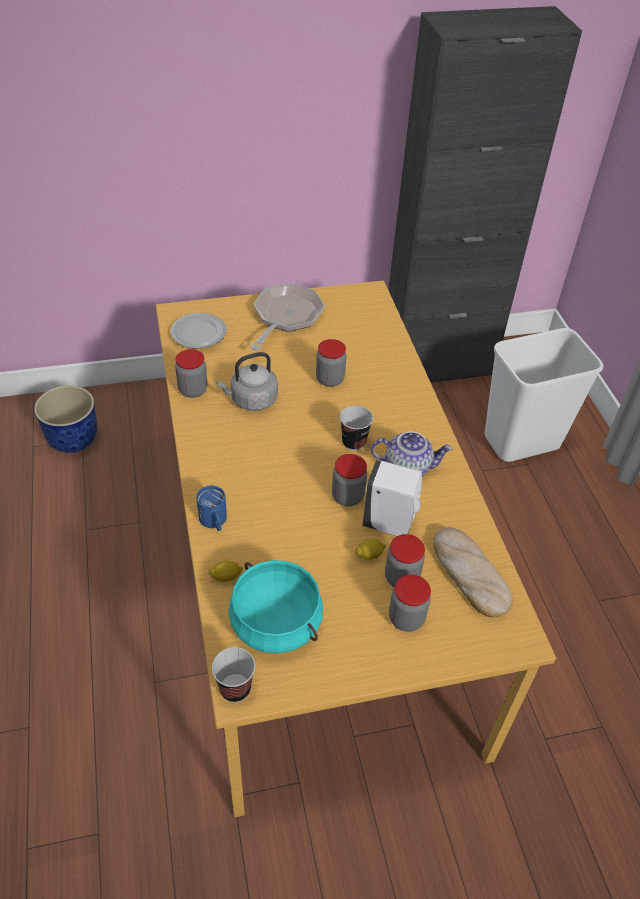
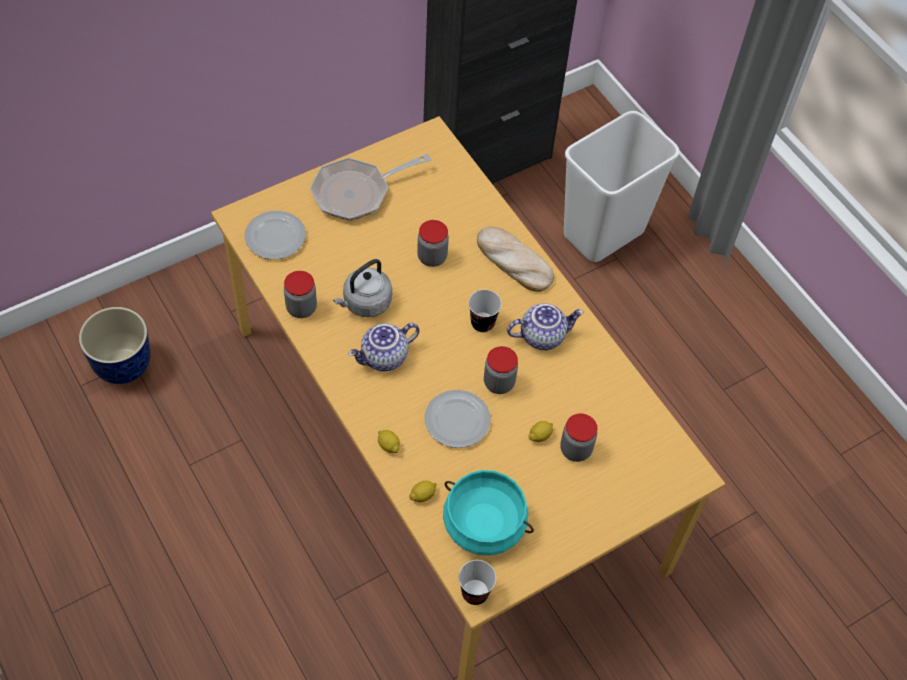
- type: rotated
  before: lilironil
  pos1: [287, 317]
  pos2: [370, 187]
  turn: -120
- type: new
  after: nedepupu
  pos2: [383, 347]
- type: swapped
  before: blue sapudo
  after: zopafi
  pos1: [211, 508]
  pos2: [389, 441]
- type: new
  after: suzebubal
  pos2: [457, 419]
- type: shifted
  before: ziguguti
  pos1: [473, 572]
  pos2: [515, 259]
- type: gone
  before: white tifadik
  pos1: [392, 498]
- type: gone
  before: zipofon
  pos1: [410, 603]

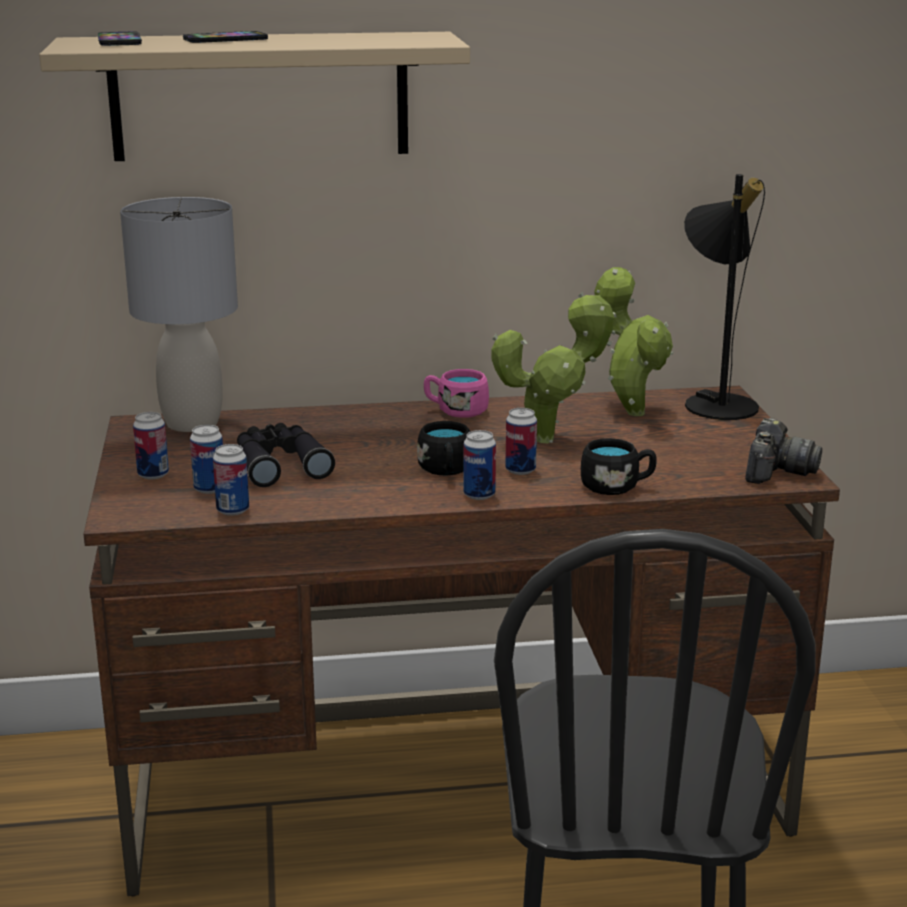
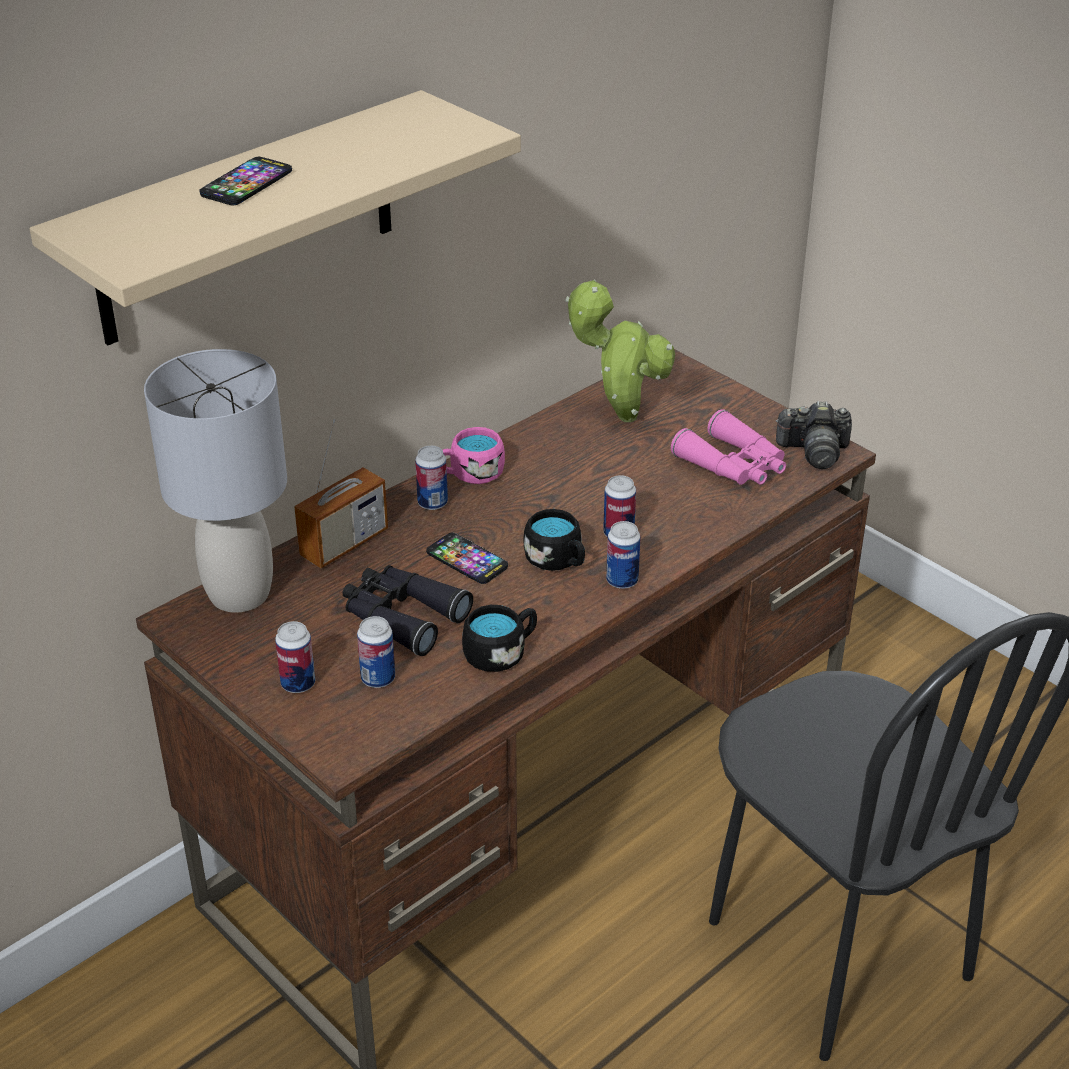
- type: new
  after: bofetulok
  pos2: [341, 493]
- type: shifted
  before: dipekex
  pos1: [231, 480]
  pos2: [431, 478]
- type: shifted
  before: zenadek
  pos1: [120, 39]
  pos2: [467, 558]
- type: shifted
  before: black sapudo
  pos1: [619, 466]
  pos2: [499, 638]
- type: new
  after: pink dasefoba
  pos2: [728, 447]
- type: rotated
  before: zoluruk
  pos1: [783, 451]
  pos2: [814, 435]
  turn: 105
- type: gone
  before: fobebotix
  pos1: [554, 367]
- type: gone
  before: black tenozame
  pos1: [724, 297]

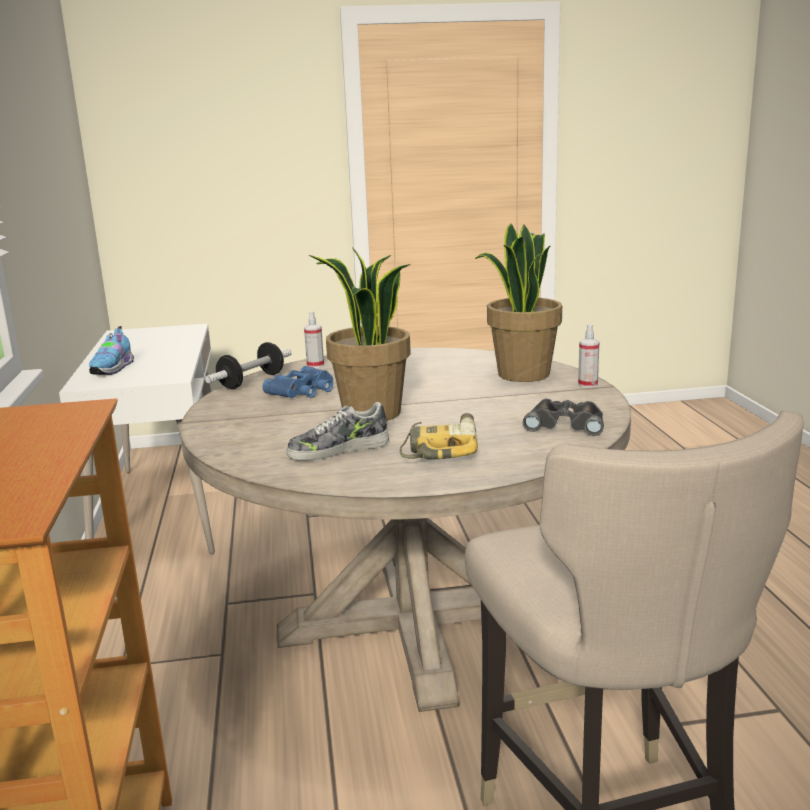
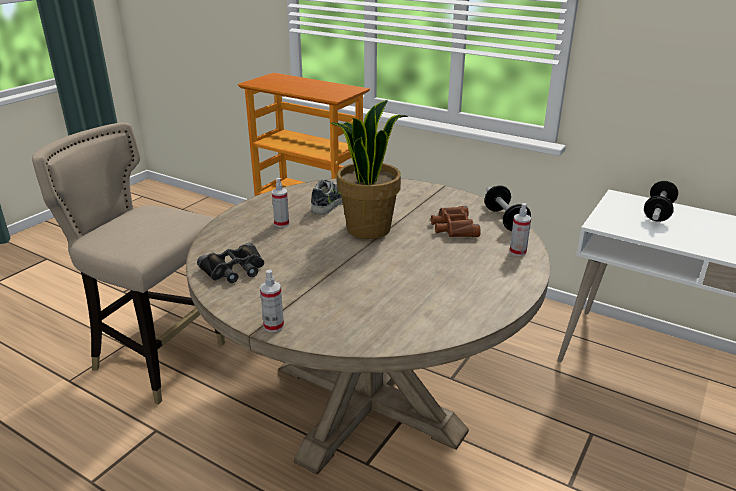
- type: swapped
  before: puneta
  after: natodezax
  pos1: [439, 436]
  pos2: [280, 202]
- type: repainted
  before: blue dasefoba
  after: brown dasefoba
  pos1: [297, 382]
  pos2: [456, 221]
- type: swapped
  before: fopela
  after: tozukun
  pos1: [111, 350]
  pos2: [661, 201]
- type: gone
  before: fobebotix
  pos1: [518, 302]

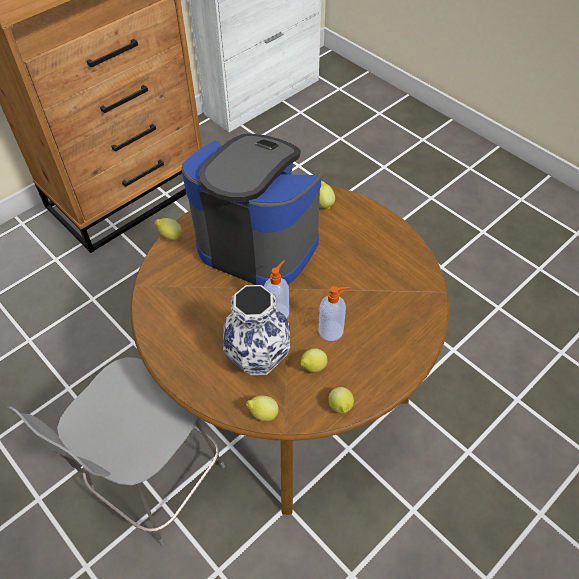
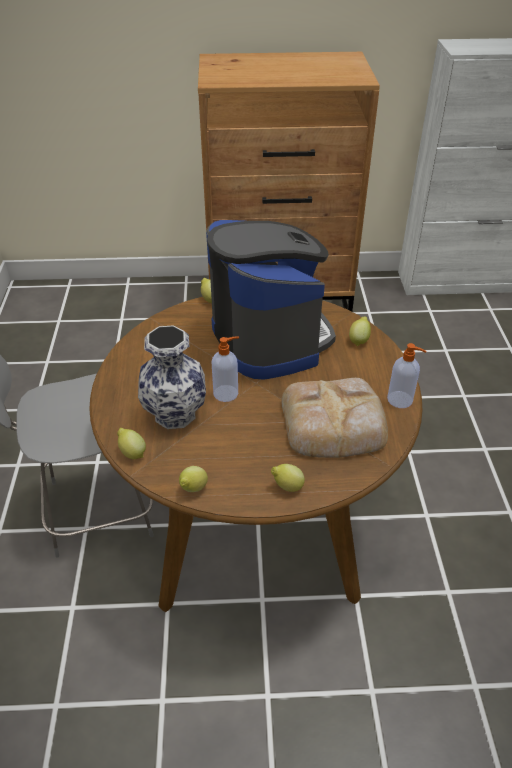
- type: shifted
  before: zopafi
  pos1: [314, 360]
  pos2: [288, 478]
- type: new
  after: ziguguti
  pos2: [334, 418]
- type: shifted
  before: tifadik
  pos1: [334, 313]
  pos2: [406, 375]

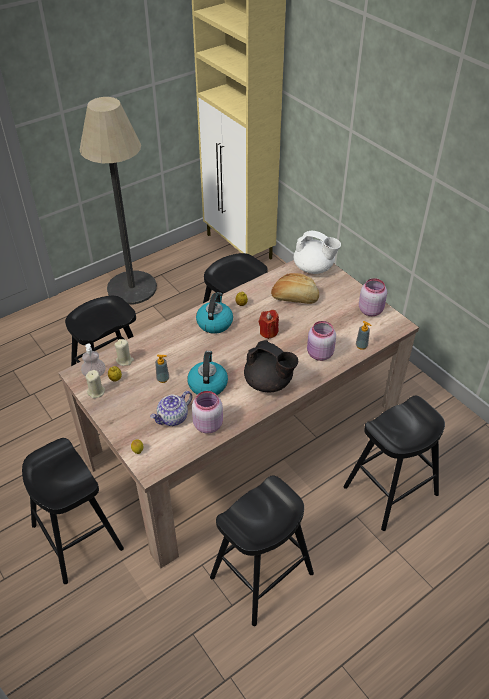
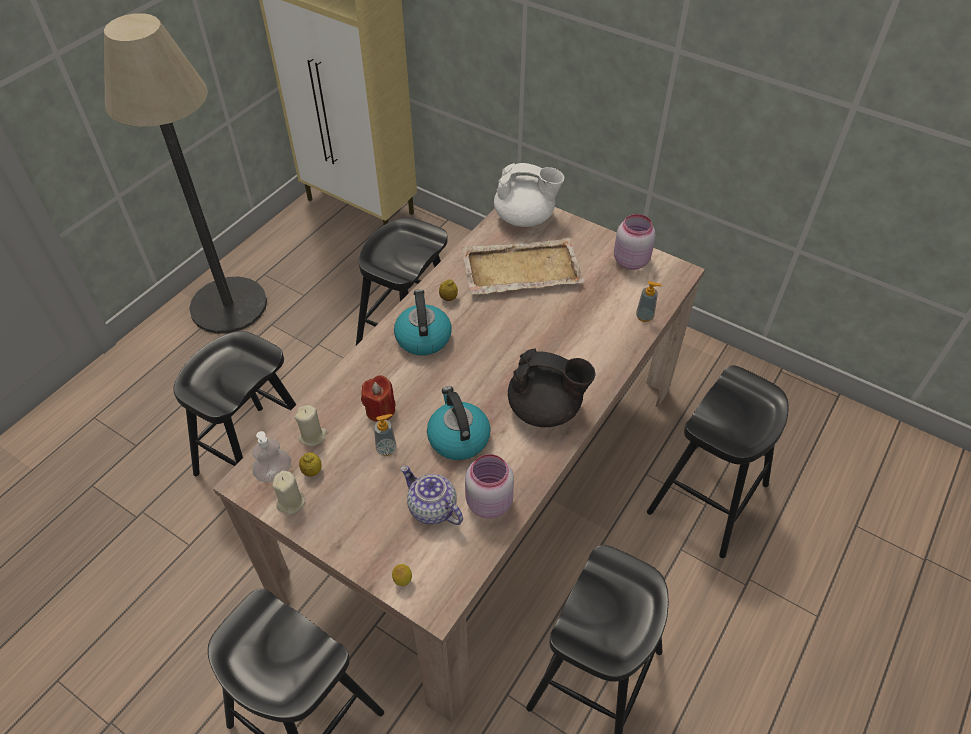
- type: shifted
  before: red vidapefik
  pos1: [269, 324]
  pos2: [378, 398]
- type: rotated
  before: nedepupu
  pos1: [171, 408]
  pos2: [432, 495]
  turn: 105
- type: swapped
  before: ziguguti
  after: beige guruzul
  pos1: [295, 288]
  pos2: [522, 266]
- type: gone
  before: pink zipofon
  pos1: [321, 341]

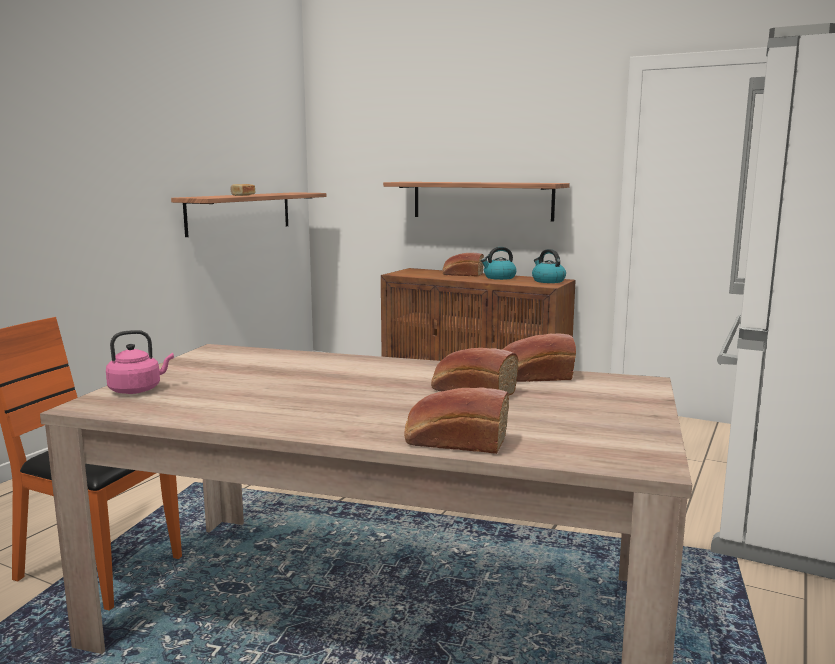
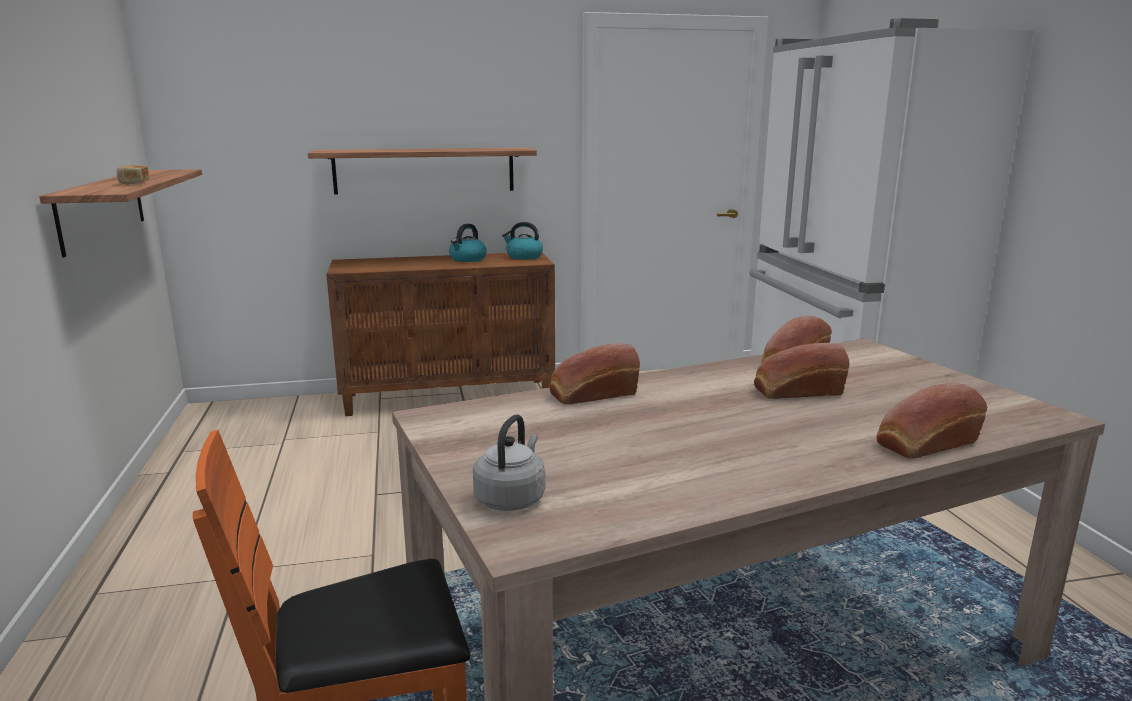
- type: repainted
  before: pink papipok
  after: grey papipok
  pos1: [140, 362]
  pos2: [509, 462]
- type: shifted
  before: ziguguti
  pos1: [463, 265]
  pos2: [594, 374]

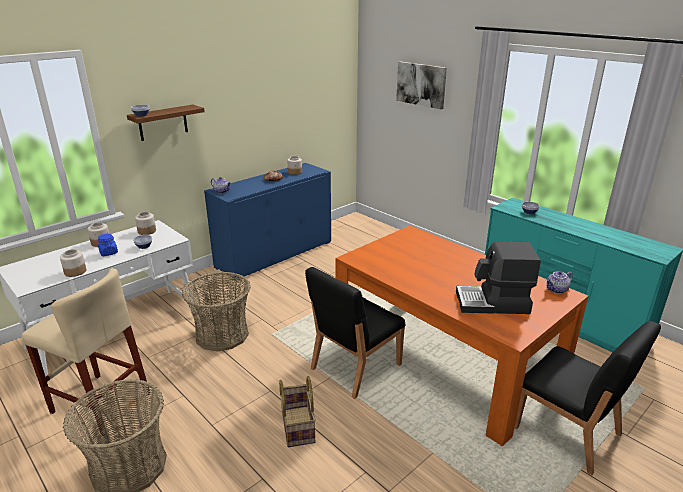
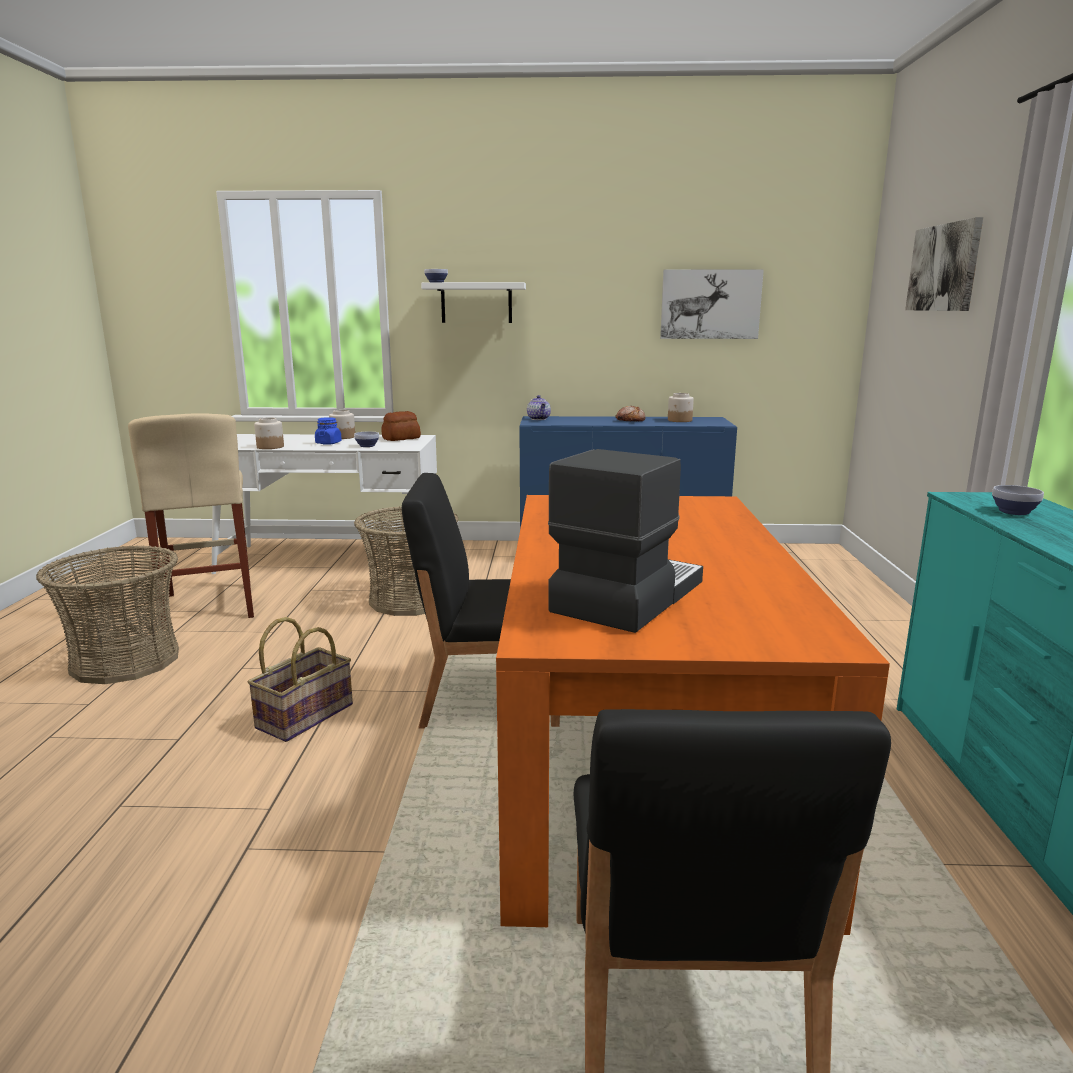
- type: swapped
  before: zipofon
  after: ziguguti
  pos1: [145, 223]
  pos2: [401, 426]
- type: repainted
  before: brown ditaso
  after: white ditaso
  pos1: [166, 123]
  pos2: [473, 302]
- type: rotated
  before: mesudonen
  pos1: [498, 277]
  pos2: [625, 541]
  turn: 75
- type: new
  after: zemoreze
  pos2: [712, 304]
- type: gone
  before: nedepupu
  pos1: [559, 282]

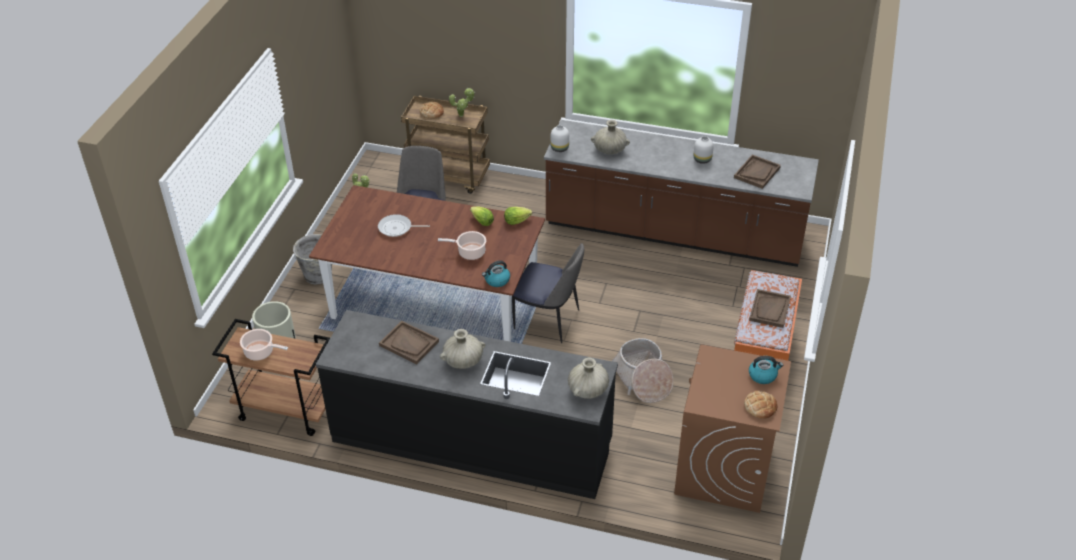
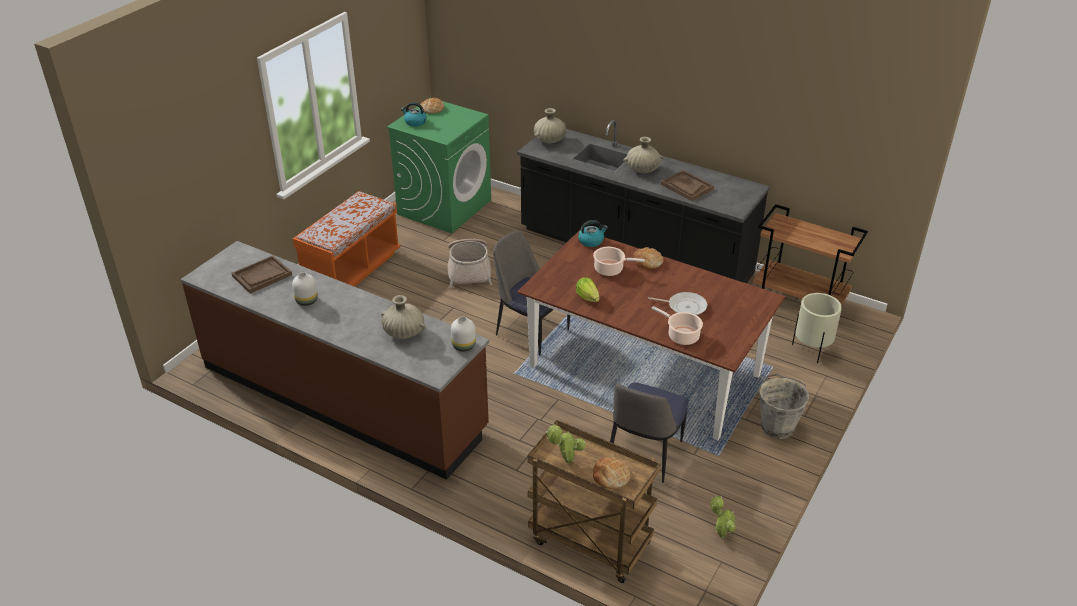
- type: repainted
  before: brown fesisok
  after: green fesisok
  pos1: [732, 428]
  pos2: [439, 167]
- type: new
  after: ziguguti
  pos2: [648, 258]
- type: shifted
  before: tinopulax
  pos1: [264, 345]
  pos2: [677, 325]
- type: gone
  before: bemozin
  pos1: [518, 216]
- type: gone
  before: brown guruzul
  pos1: [770, 308]

